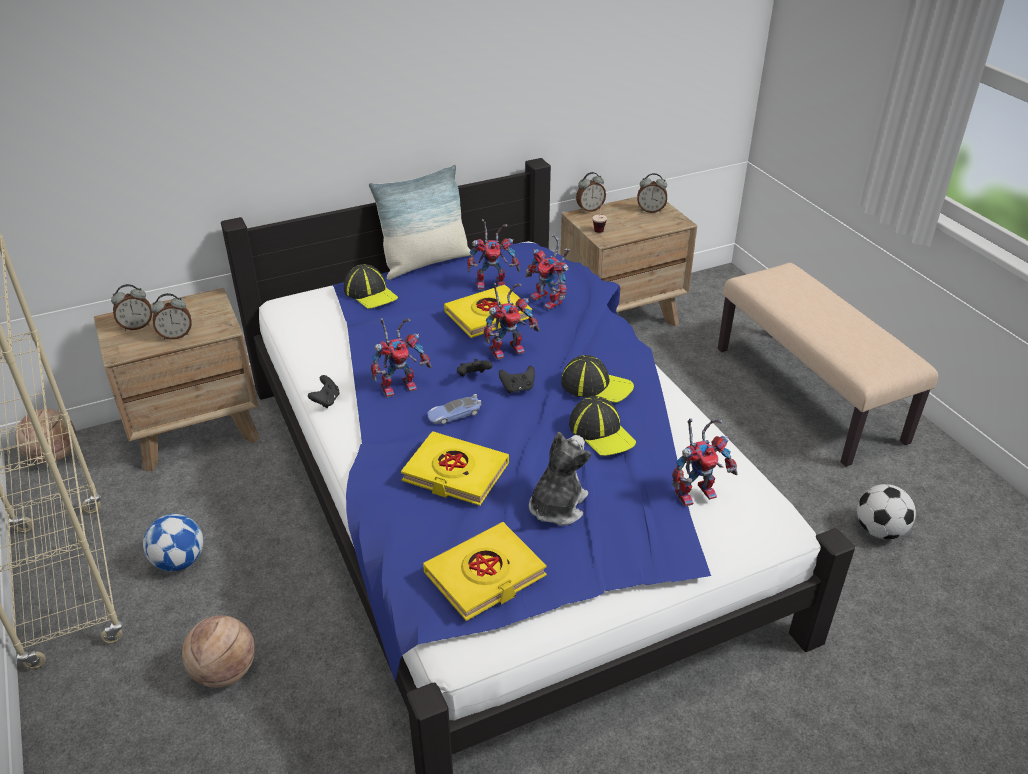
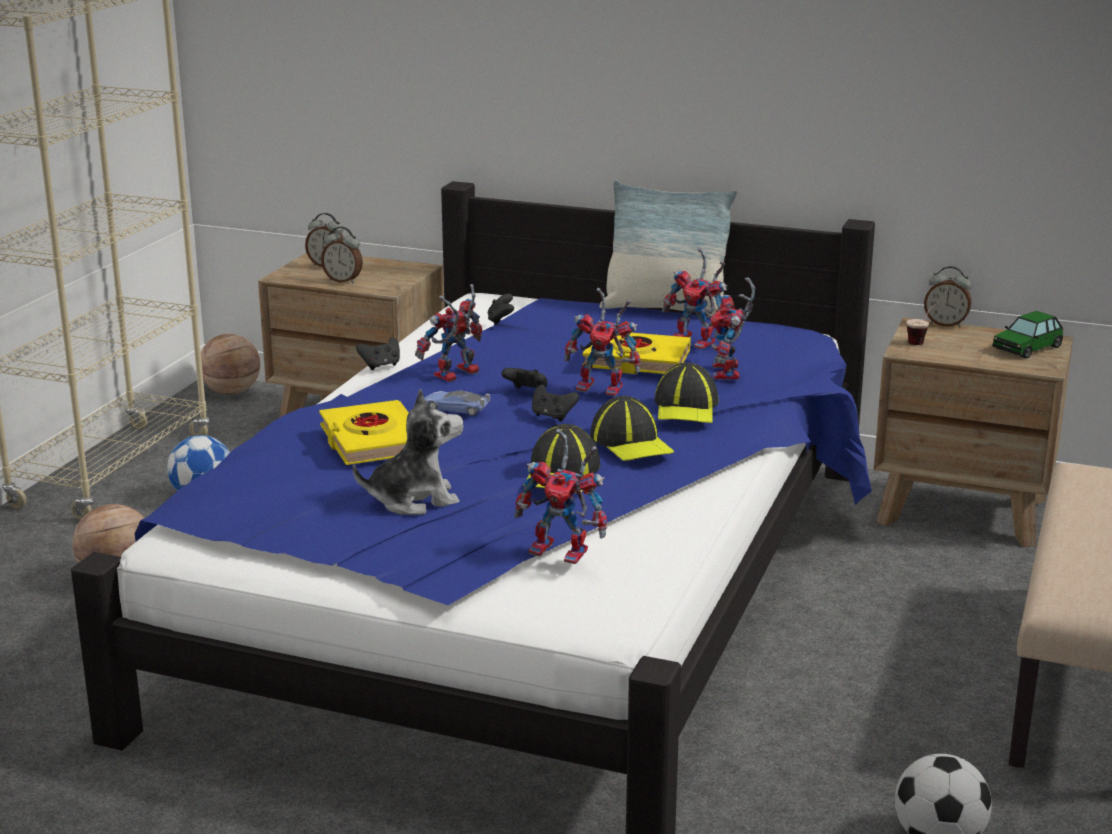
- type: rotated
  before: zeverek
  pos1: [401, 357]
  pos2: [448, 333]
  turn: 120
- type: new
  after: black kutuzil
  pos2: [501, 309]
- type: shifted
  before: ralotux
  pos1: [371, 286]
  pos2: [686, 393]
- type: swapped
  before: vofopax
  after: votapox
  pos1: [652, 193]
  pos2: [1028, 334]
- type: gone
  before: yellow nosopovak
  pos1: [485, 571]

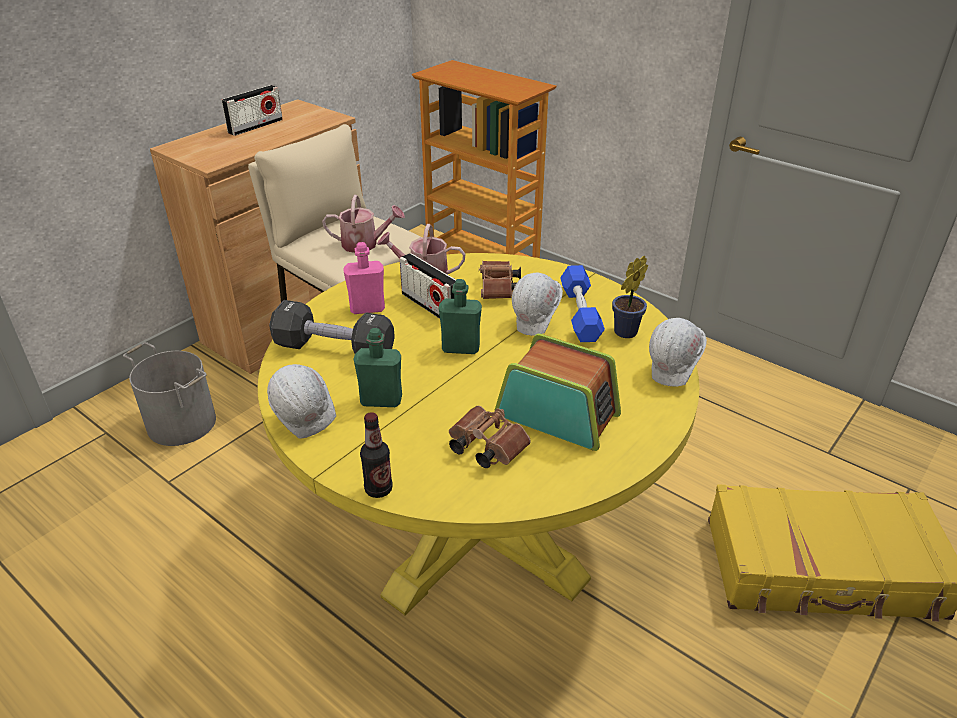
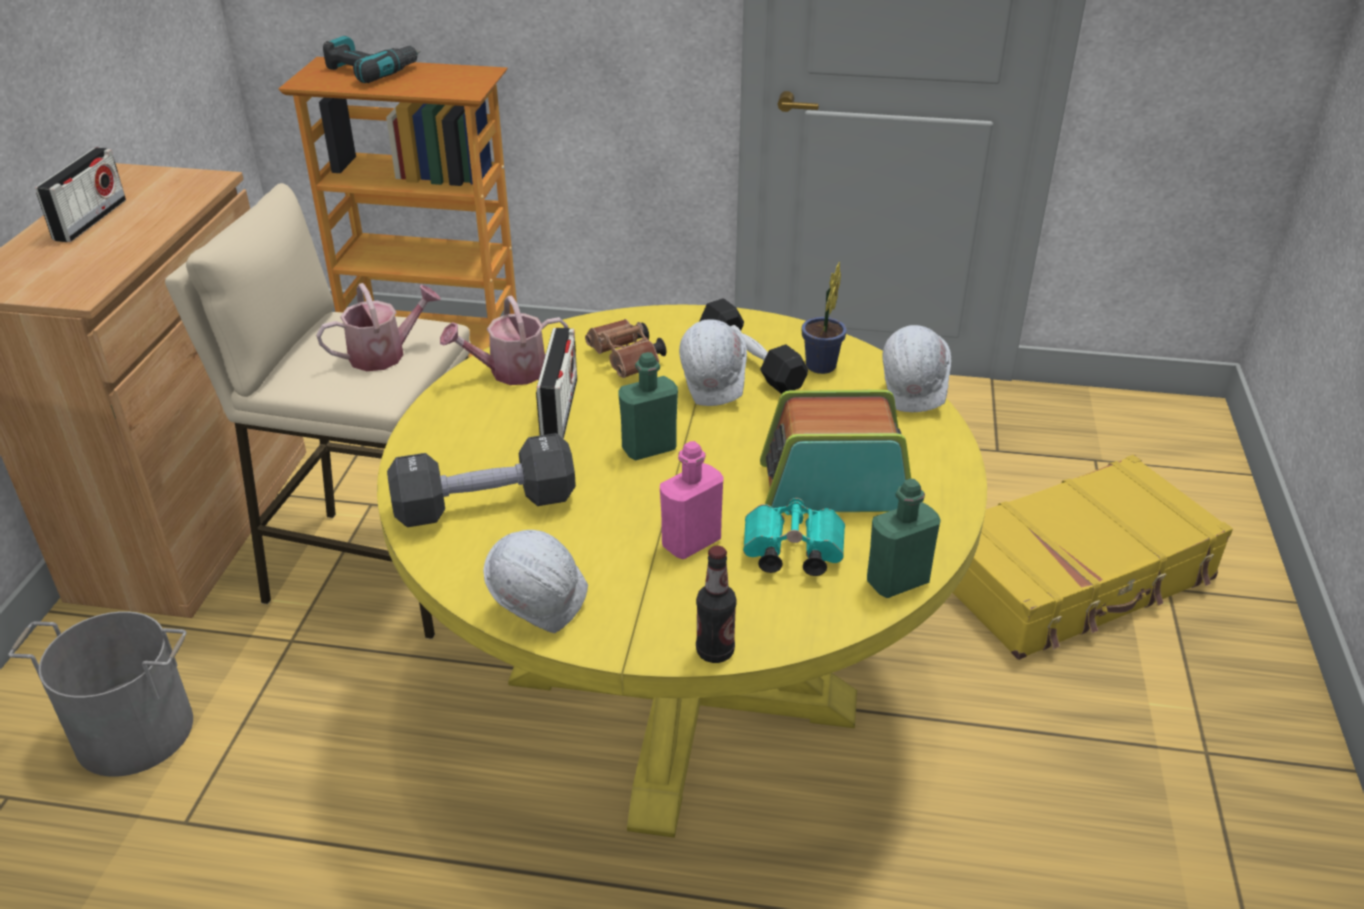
- type: new
  after: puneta
  pos2: [372, 59]
- type: rotated
  before: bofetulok
  pos1: [427, 286]
  pos2: [556, 383]
  turn: -105
- type: shifted
  before: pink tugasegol
  pos1: [364, 278]
  pos2: [692, 500]
- type: repainted
  before: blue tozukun
  after: black tozukun
  pos1: [582, 303]
  pos2: [753, 346]
- type: repainted
  before: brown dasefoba
  after: turquoise dasefoba
  pos1: [490, 437]
  pos2: [794, 537]
- type: shifted
  before: green tugasegol
  pos1: [378, 367]
  pos2: [904, 538]

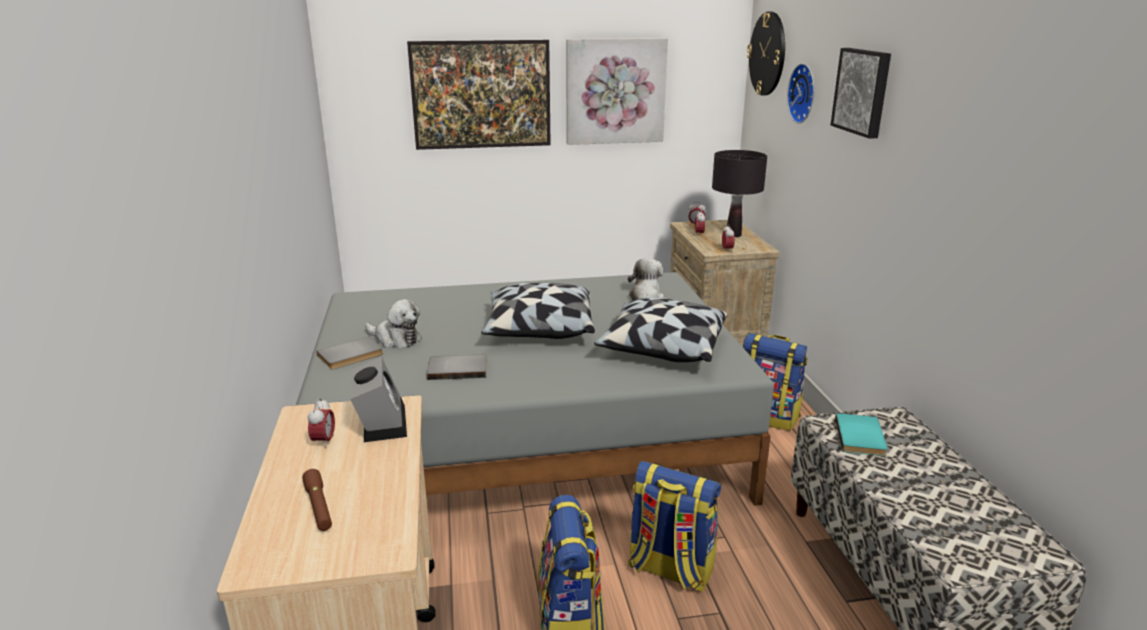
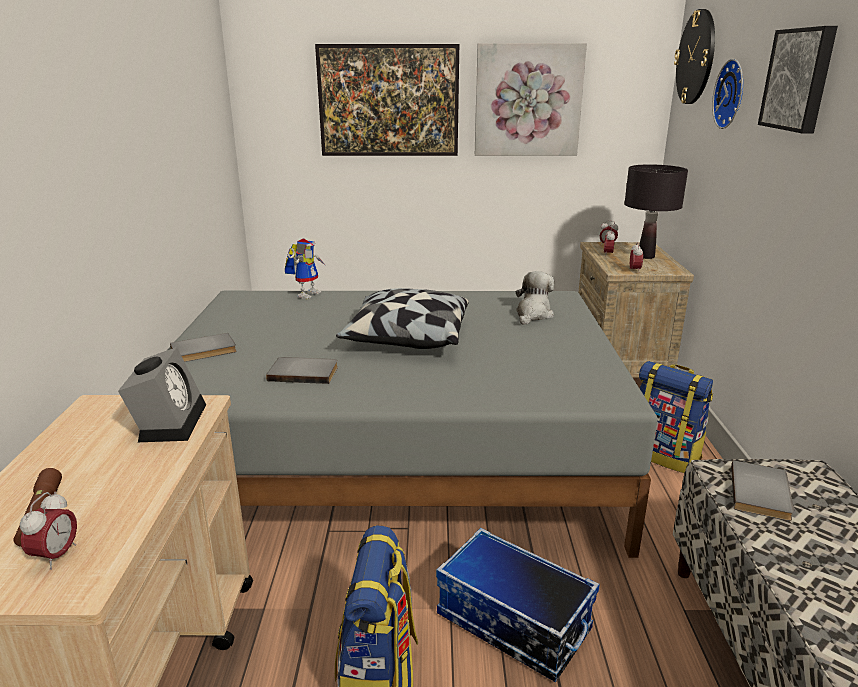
- type: shifted
  before: vofopax
  pos1: [321, 423]
  pos2: [48, 530]
- type: new
  after: zeverek
  pos2: [305, 269]
- type: swapped
  before: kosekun
  after: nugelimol
  pos1: [674, 526]
  pos2: [518, 605]
- type: repainted
  before: turquoise nosopovak
  after: grey nosopovak
  pos1: [861, 434]
  pos2: [762, 490]
- type: gone
  before: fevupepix
  pos1: [393, 323]
- type: gone
  before: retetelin
  pos1: [660, 330]

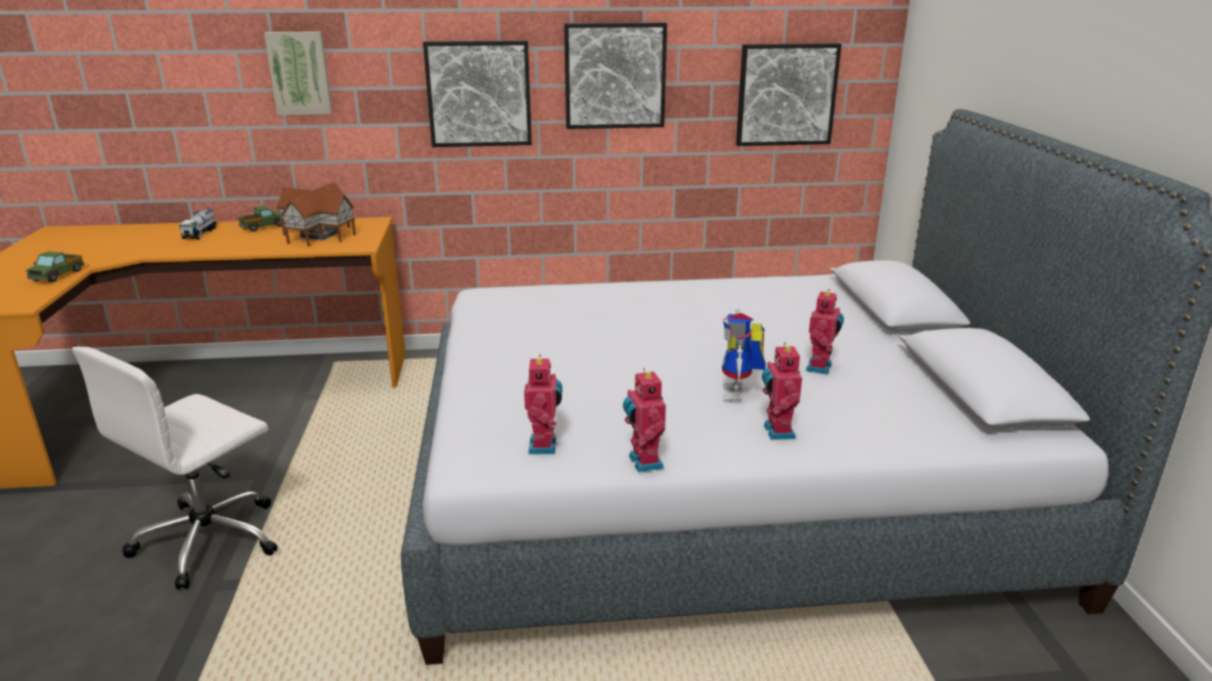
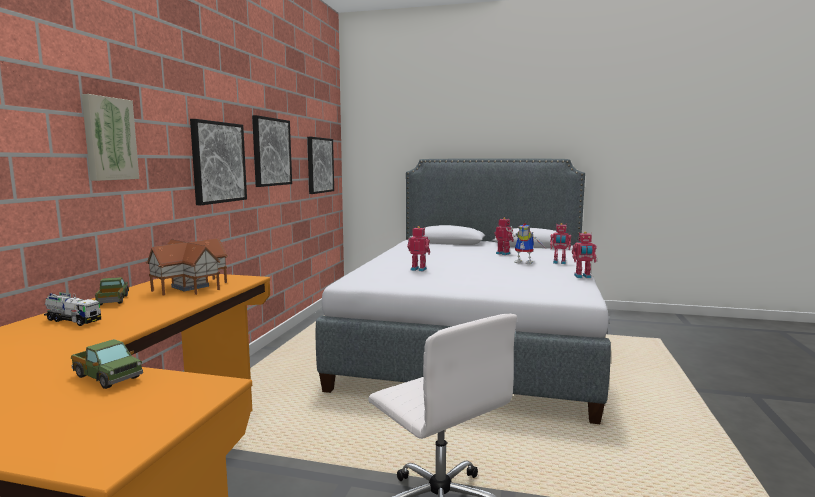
- type: shifted
  before: zeverek
  pos1: [543, 404]
  pos2: [418, 248]

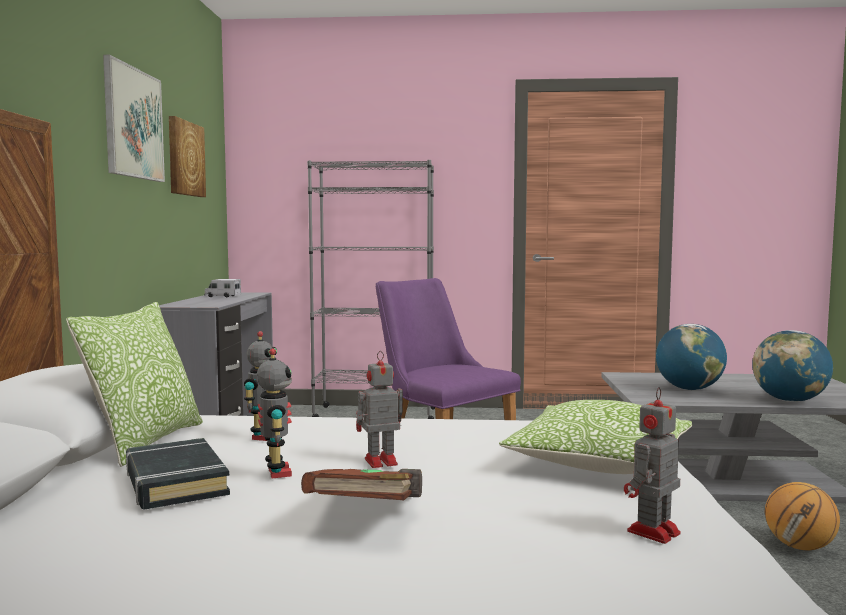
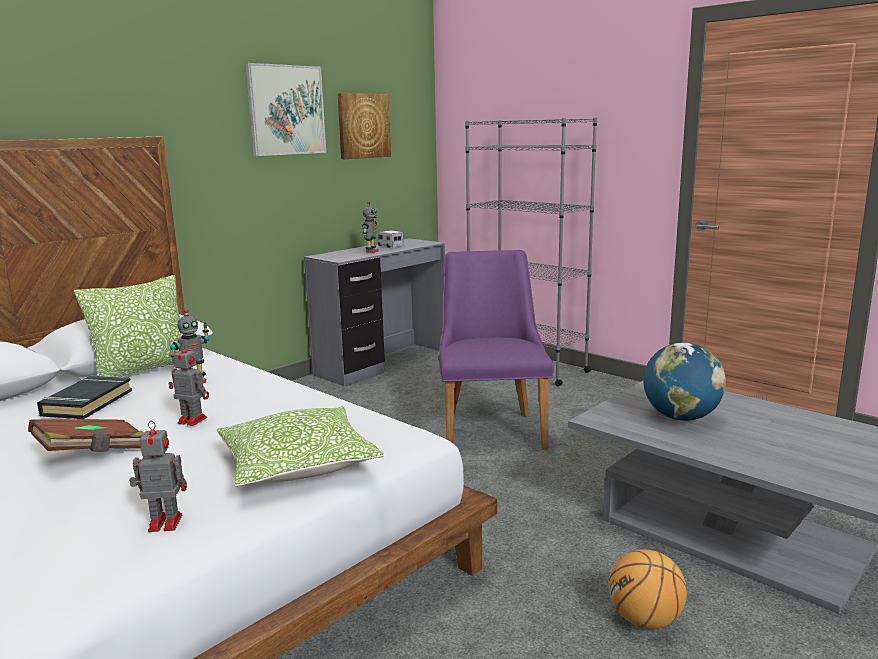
- type: shifted
  before: zeverek
  pos1: [274, 413]
  pos2: [370, 227]
- type: gone
  before: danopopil
  pos1: [792, 366]

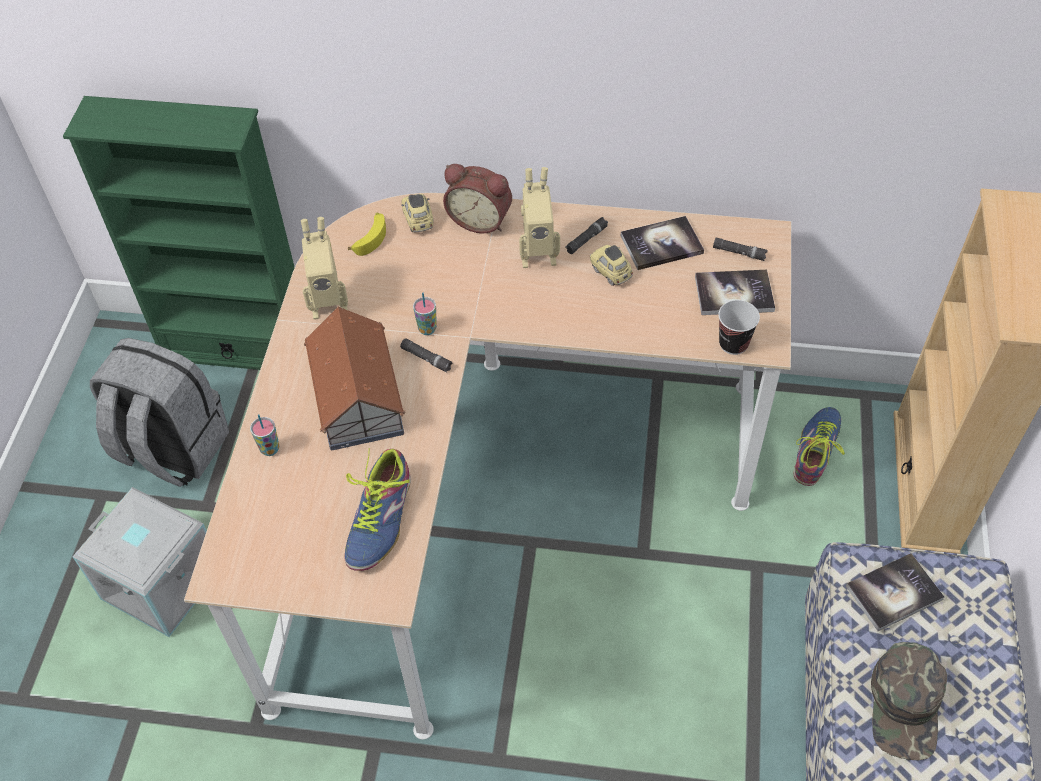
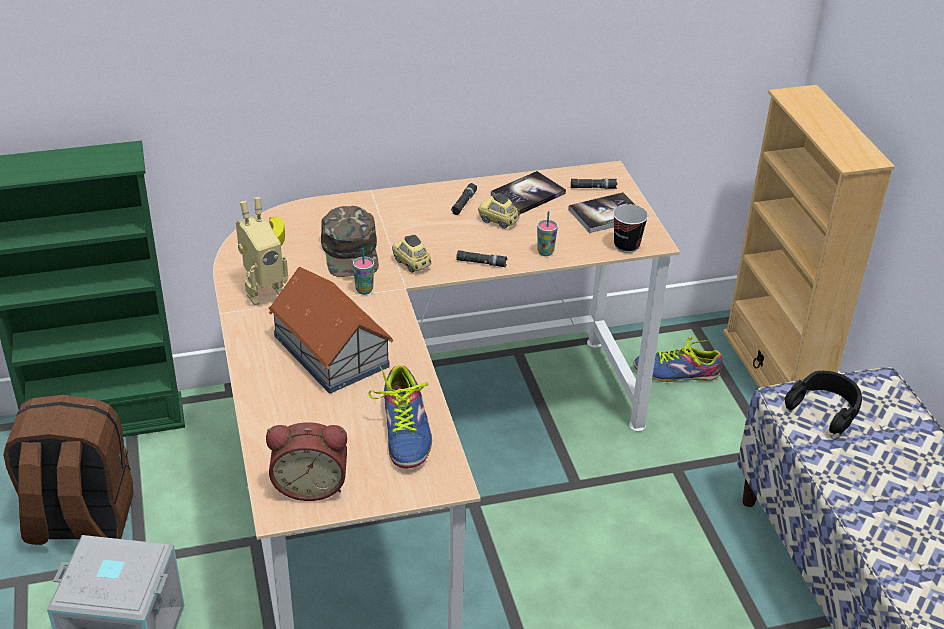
- type: repainted
  before: grey kosekun
  after: brown kosekun
  pos1: [159, 412]
  pos2: [68, 470]
- type: shifted
  before: vofopax
  pos1: [477, 198]
  pos2: [306, 461]
- type: shifted
  before: green ralotux
  pos1: [909, 701]
  pos2: [350, 241]
- type: shifted
  before: votapox
  pos1: [417, 213]
  pos2: [411, 254]
- type: shifted
  before: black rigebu
  pos1: [426, 355]
  pos2: [482, 258]
- type: shifted
  before: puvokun
  pos1: [264, 435]
  pos2: [547, 233]
- type: rotated
  before: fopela
  pos1: [819, 446]
  pos2: [677, 359]
  turn: -90
- type: swapped
  before: nosopovak
  after: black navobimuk
  pos1: [895, 592]
  pos2: [823, 402]
- type: gone
  before: zeverek
  pos1: [539, 217]

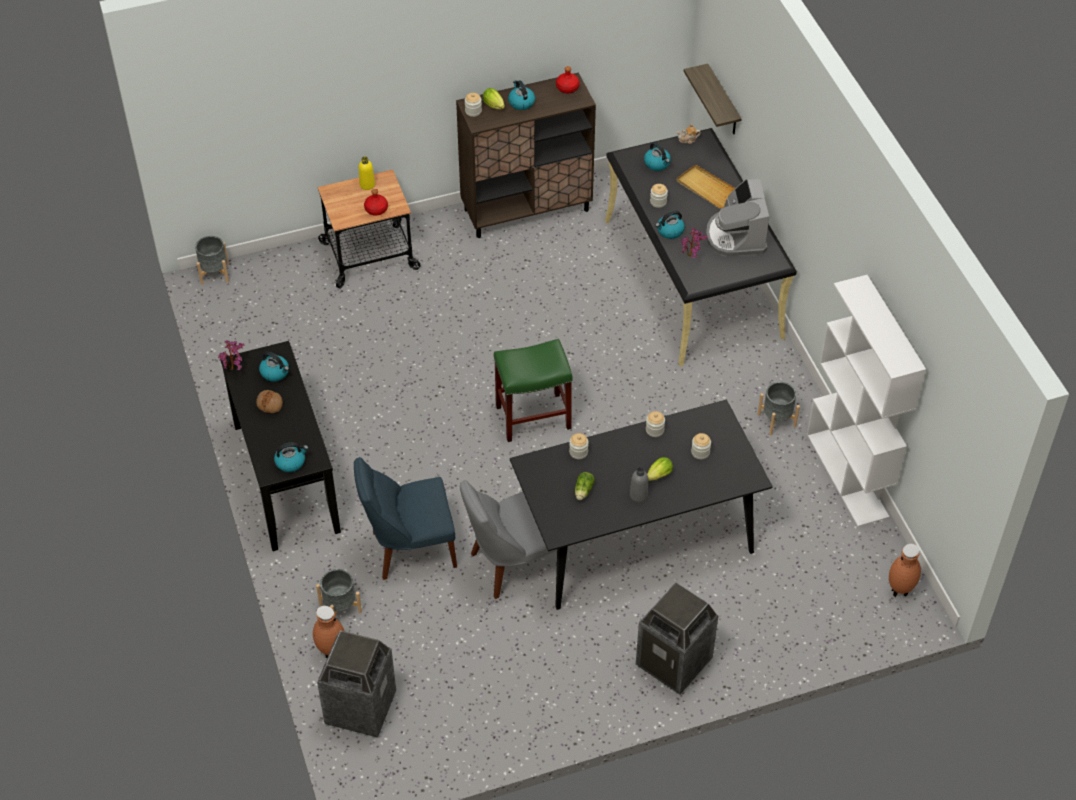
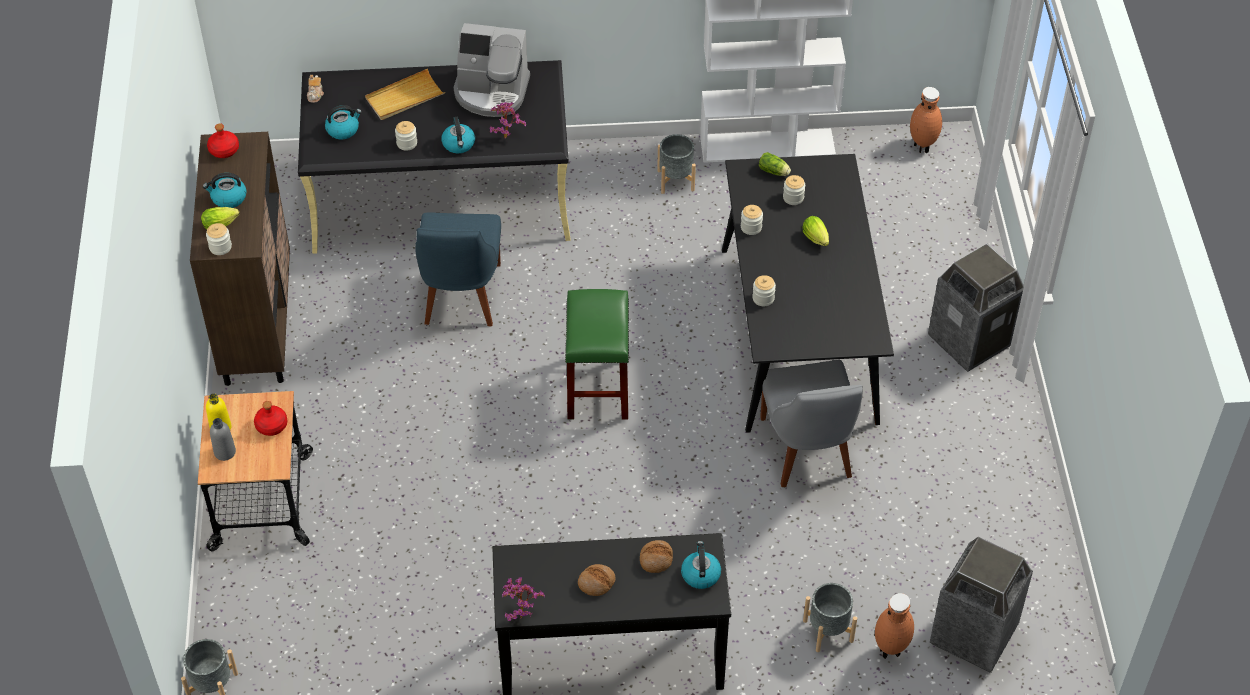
- type: shifted
  before: grey tugasegol
  pos1: [639, 484]
  pos2: [223, 439]
- type: shifted
  before: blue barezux
  pos1: [405, 518]
  pos2: [458, 269]
- type: new
  after: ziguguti
  pos2: [656, 556]
- type: shifted
  before: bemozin
  pos1: [585, 486]
  pos2: [775, 164]
- type: gone
  before: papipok
  pos1: [274, 367]
- type: gone
  before: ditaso
  pos1: [713, 99]

